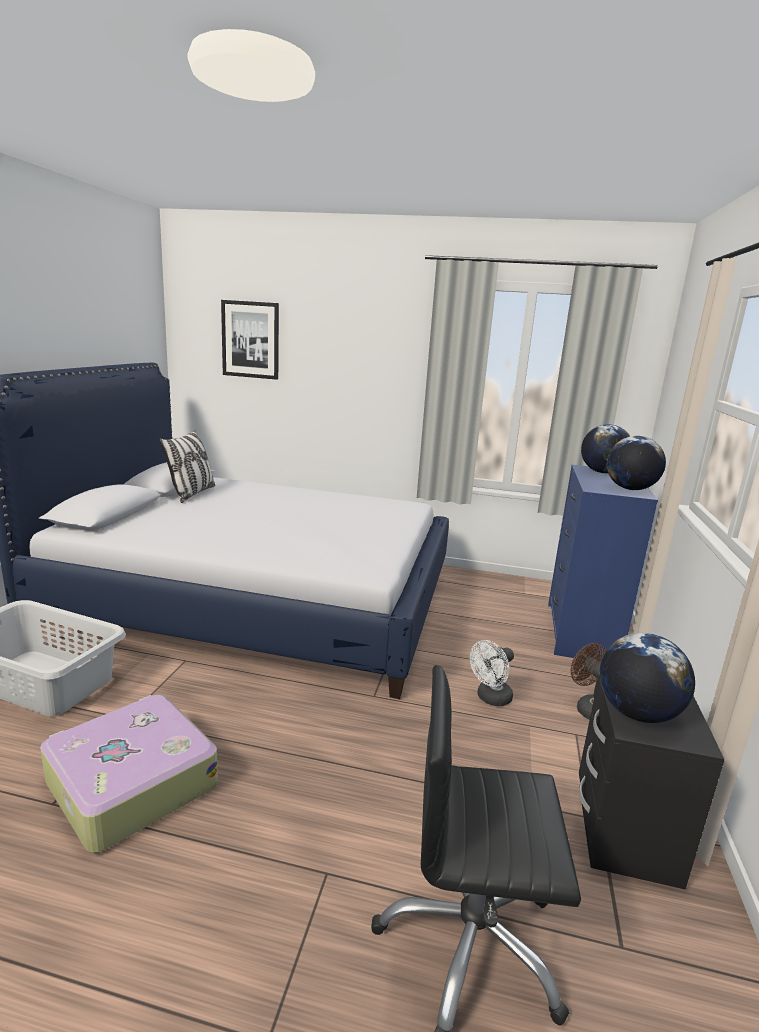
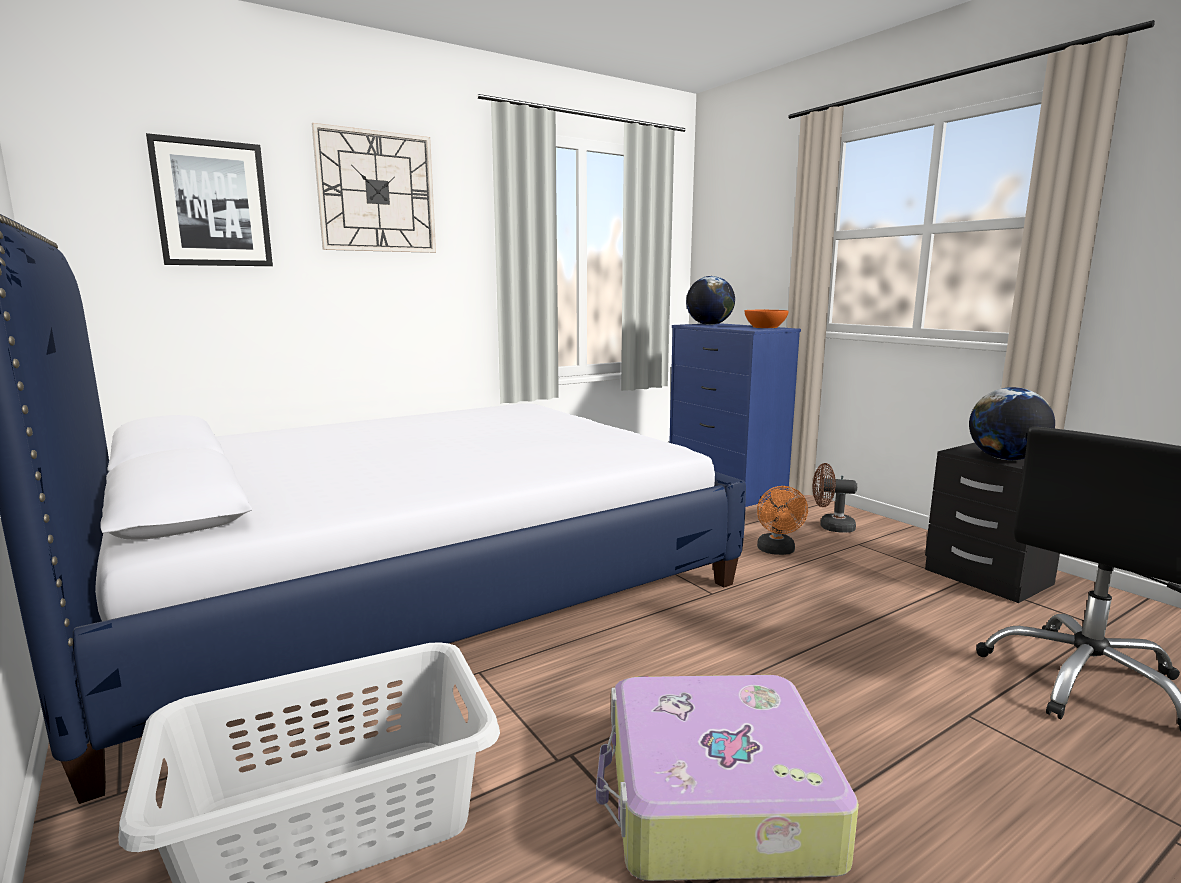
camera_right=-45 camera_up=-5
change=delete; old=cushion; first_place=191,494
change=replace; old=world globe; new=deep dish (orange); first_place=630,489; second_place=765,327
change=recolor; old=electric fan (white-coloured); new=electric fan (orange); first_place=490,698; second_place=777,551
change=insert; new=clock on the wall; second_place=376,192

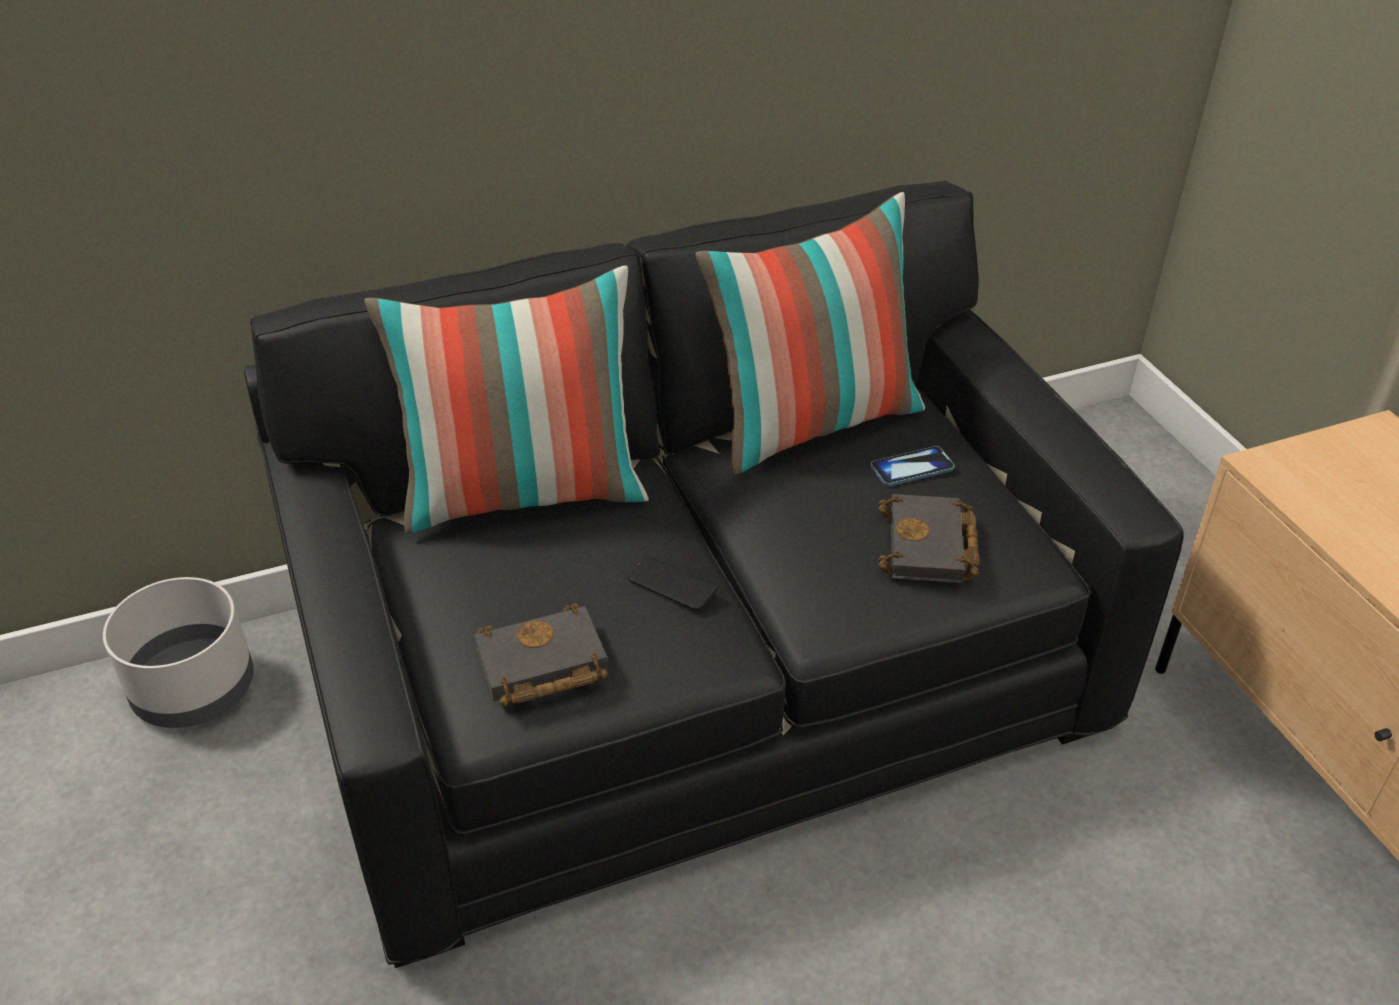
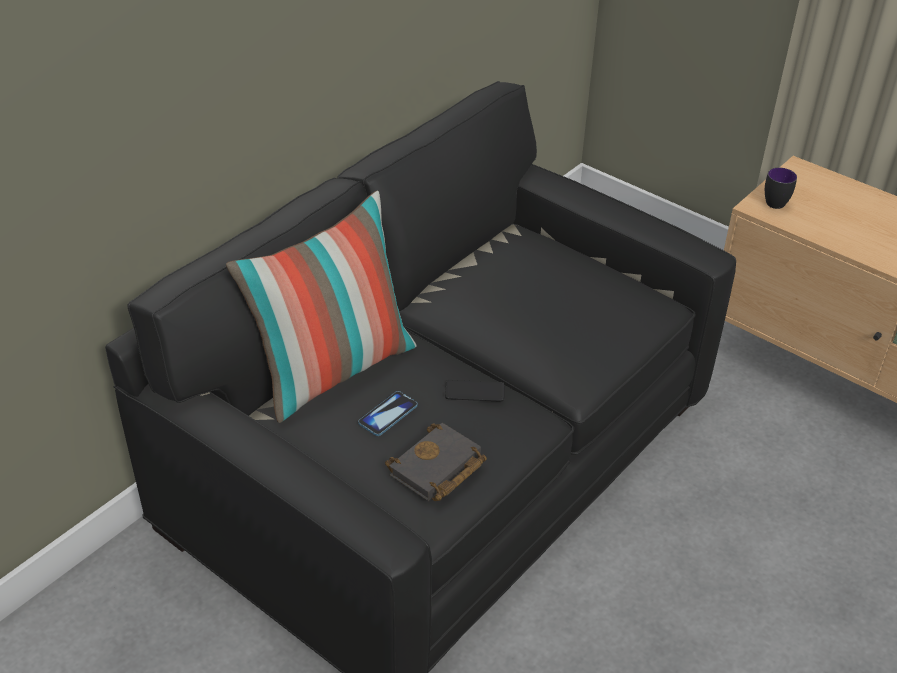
camera_right=-30 camera_up=0
change=delete; old=cushion; first_place=813,423
change=move; old=phone; first_place=912,468; second_place=388,415
change=delete; old=book (black); first_place=930,548
change=delete; old=planter (greyish); first_place=195,688
change=insert; new=mug; second_place=777,201

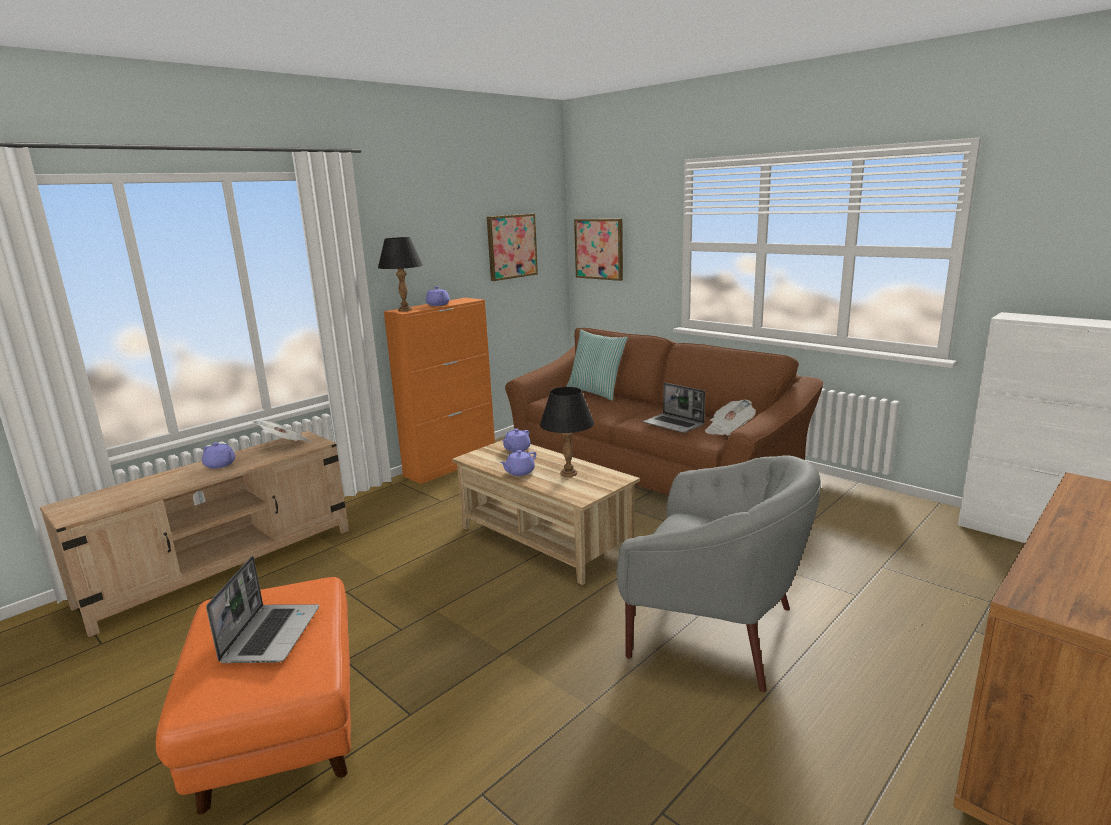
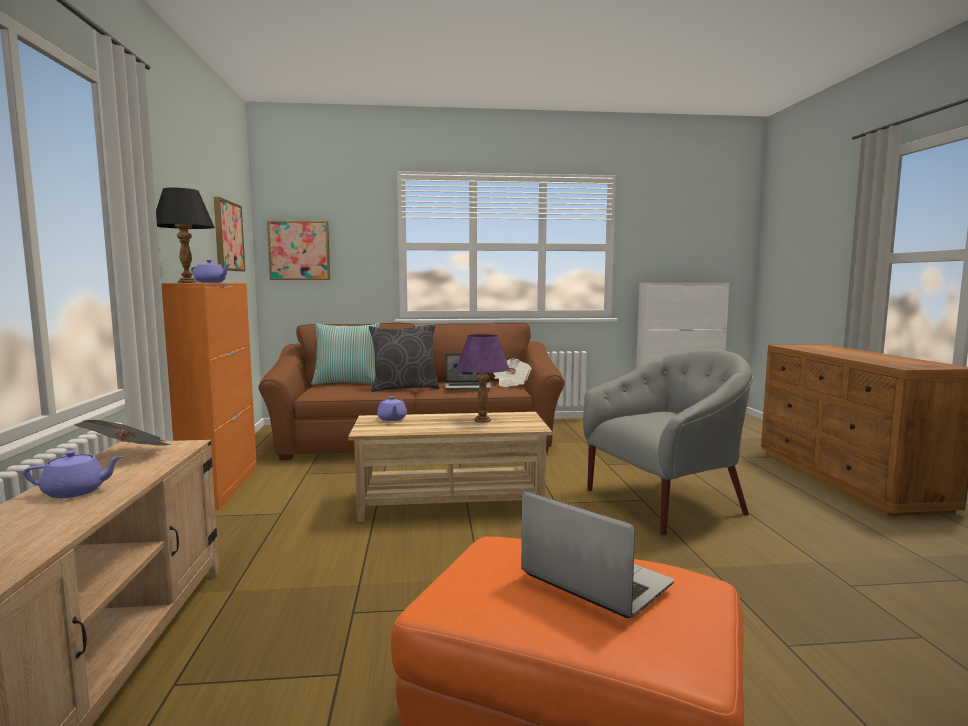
camera_right=-50 camera_up=-10
change=recolor; old=tabletop lamp (black); new=tabletop lamp (purple); first_place=569,473; second_place=482,420
change=delete; old=teapot (purple); first_place=519,472
change=insert; new=cushion (greyish); second_place=404,388

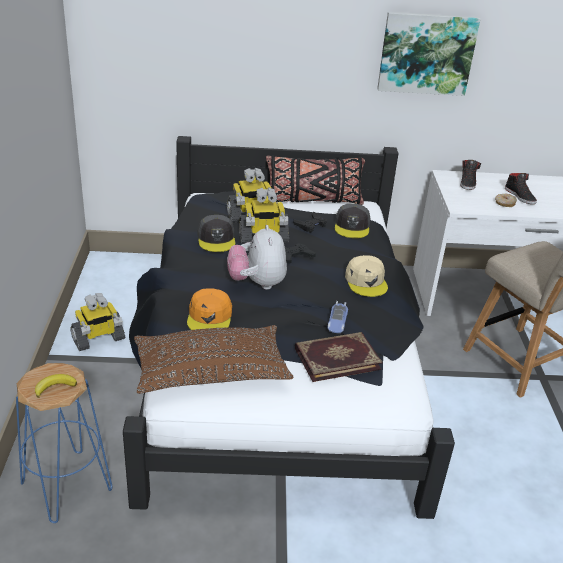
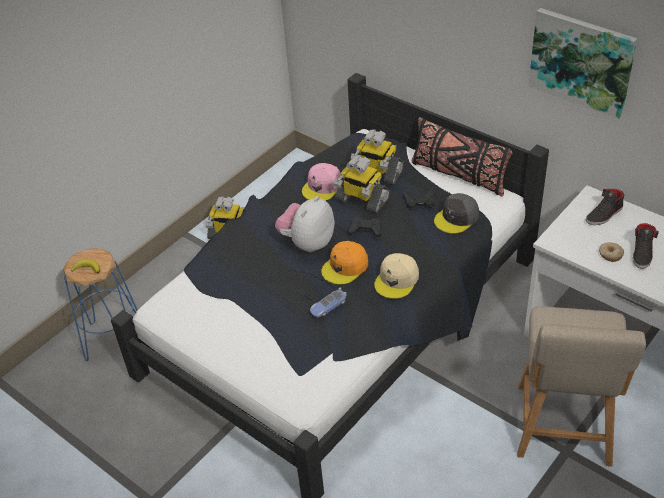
camera_right=45 camera_up=10
change=recolor; old=baseball cap (greyish); new=baseball cap (pinkish); first_place=216,239; second_place=322,187
change=move; old=baseball cap (orange); first_place=210,317; second_place=345,267
change=delete; old=cushion (brownish); first_place=211,372
change=delete; old=book; first_place=336,358

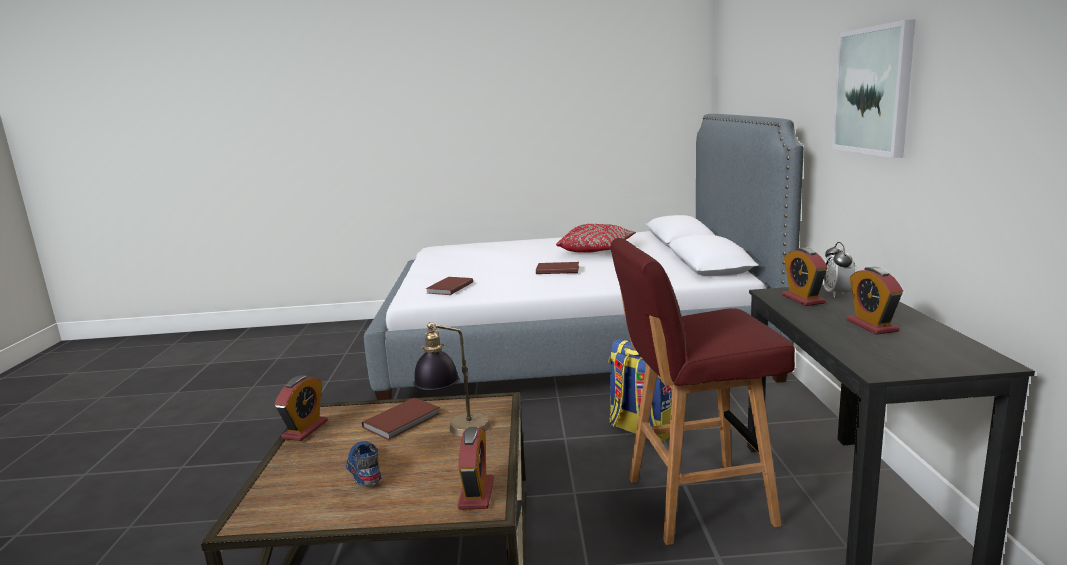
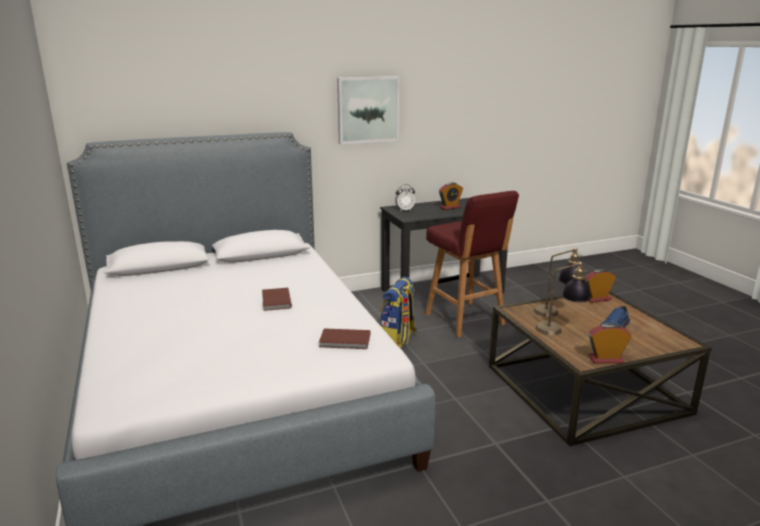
camera_right=-110 camera_up=5
change=delete; old=cushion (red-coloured); first_place=597,250
change=delete; old=alarm clock; first_place=803,299
change=replace; old=book (brownish); new=tabletop lamp; first_place=403,421; second_place=560,331

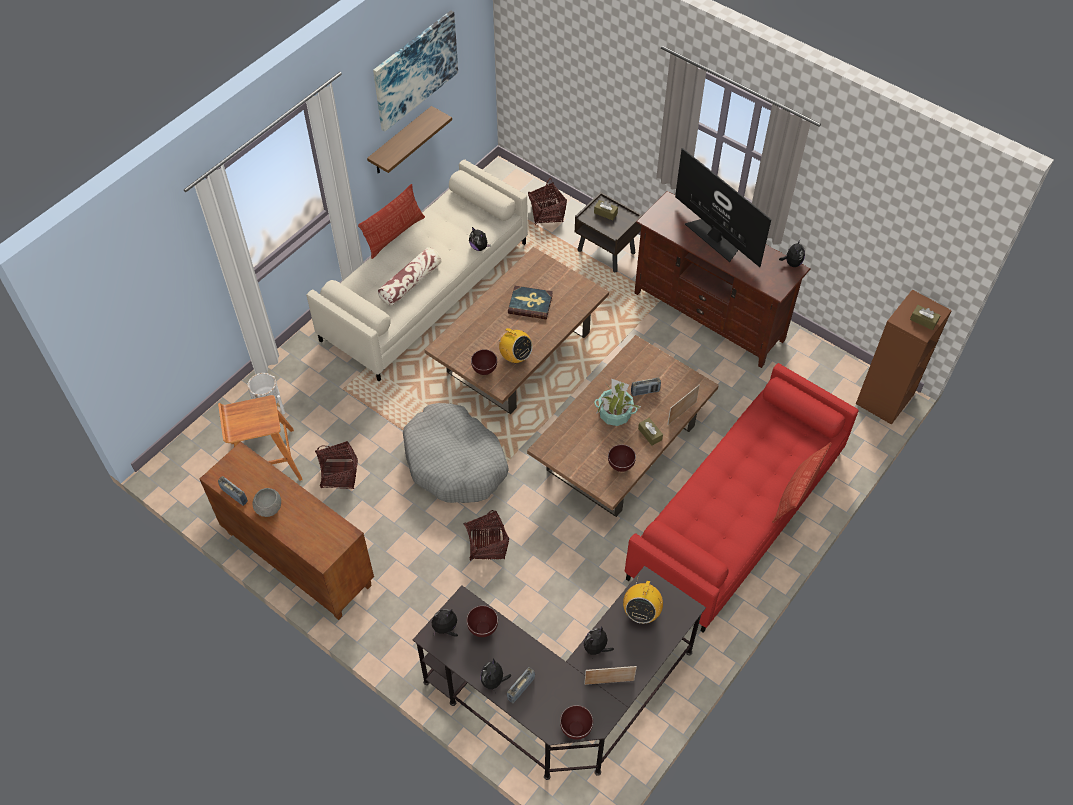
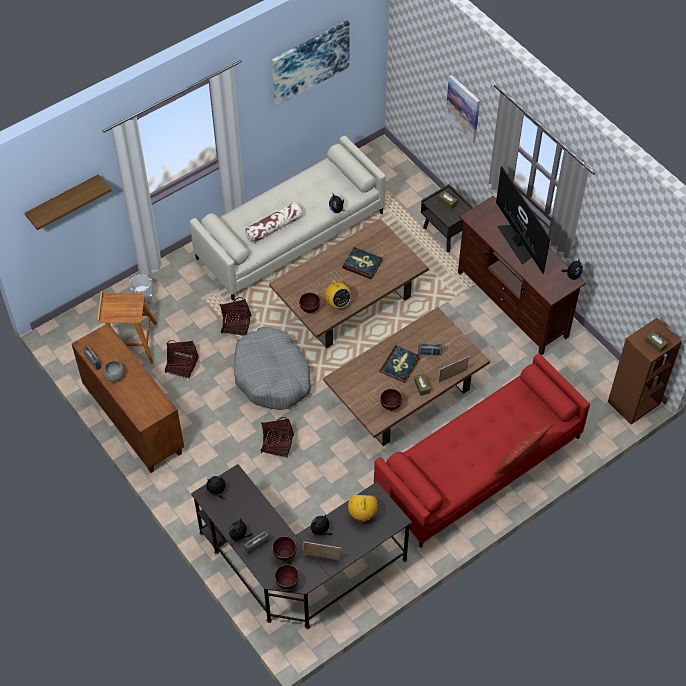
camera_right=15 camera_up=0
change=move; old=wall shelf; first_place=401,142; second_place=63,201
change=move; old=basket; first_place=547,213; second_place=236,325
change=delete; old=cushion; first_place=394,235
change=replace; old=plant in a pot; new=book; first_place=615,414; second_place=400,365
change=rotate; old=radio receiver; first_place=641,612; second_place=362,514; degrees=150
change=move; old=deep dish (brownish); first_place=483,628; second_place=285,554
change=insert; new=wall picture; second_place=463,108

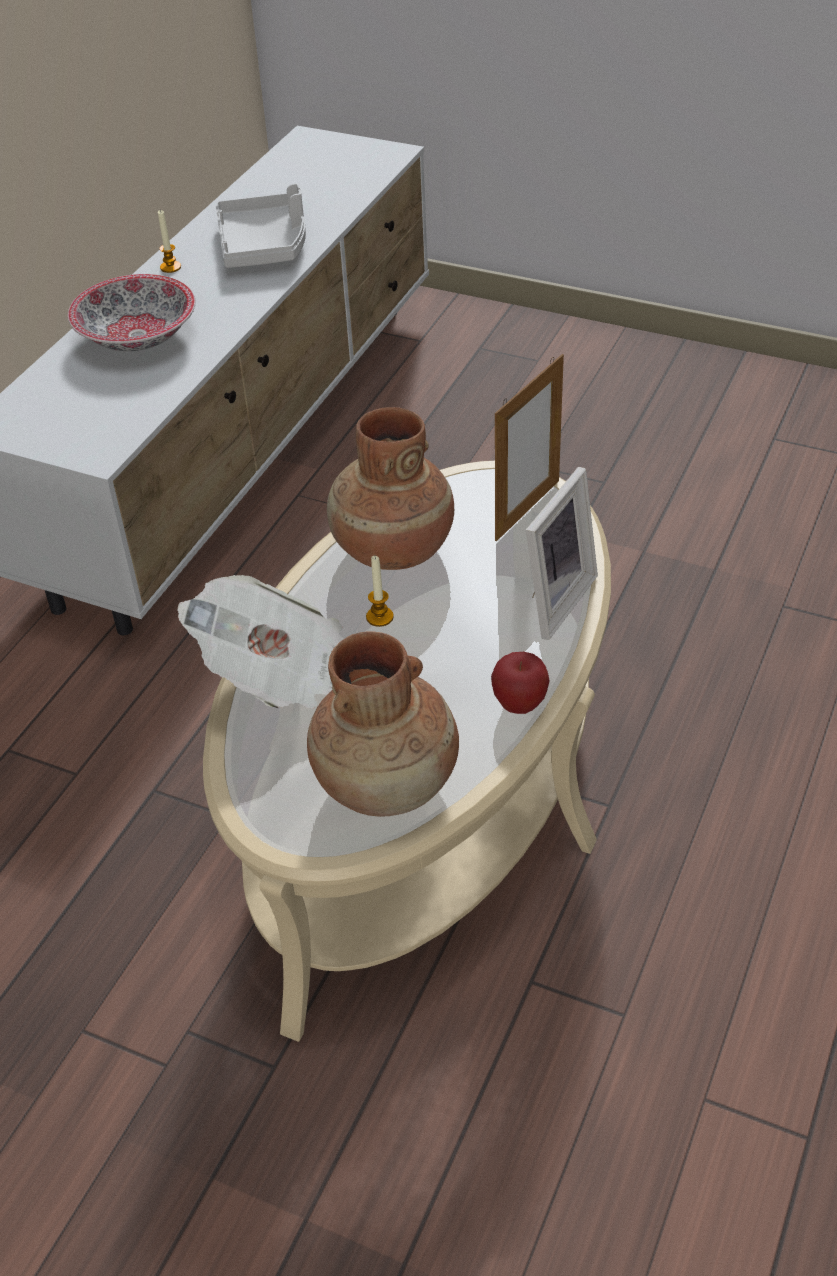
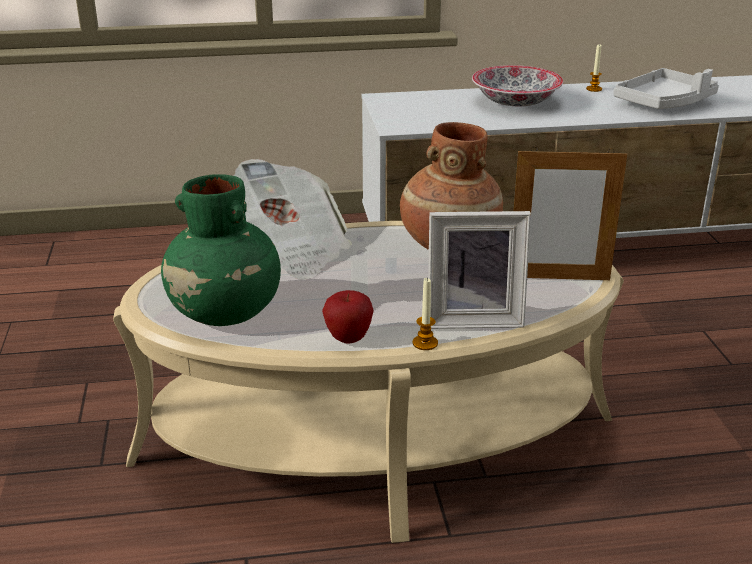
camera_right=55 camera_up=-15
change=move; old=candle; first_place=379,617; second_place=425,343
change=recolor; old=vase (brownish); new=vase (green); first_place=388,783; second_place=225,313

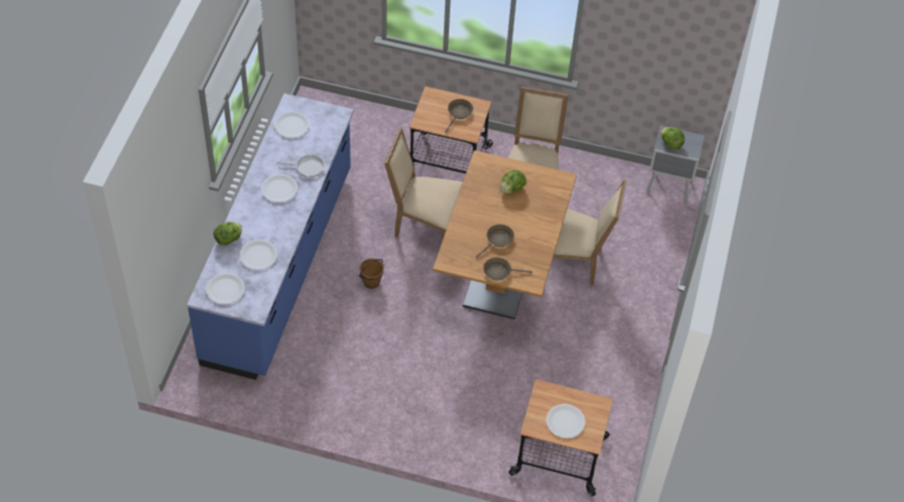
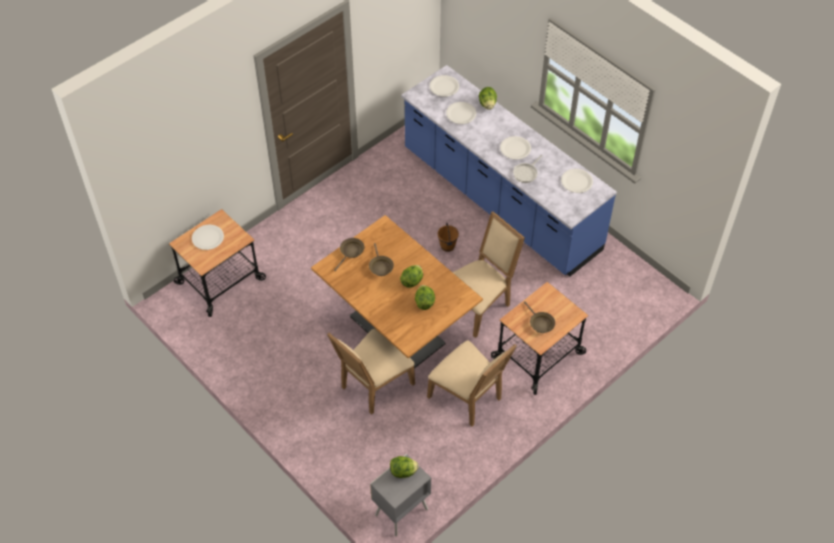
camera_right=125 camera_up=0
change=insert; new=lettuce; second_place=412,281

